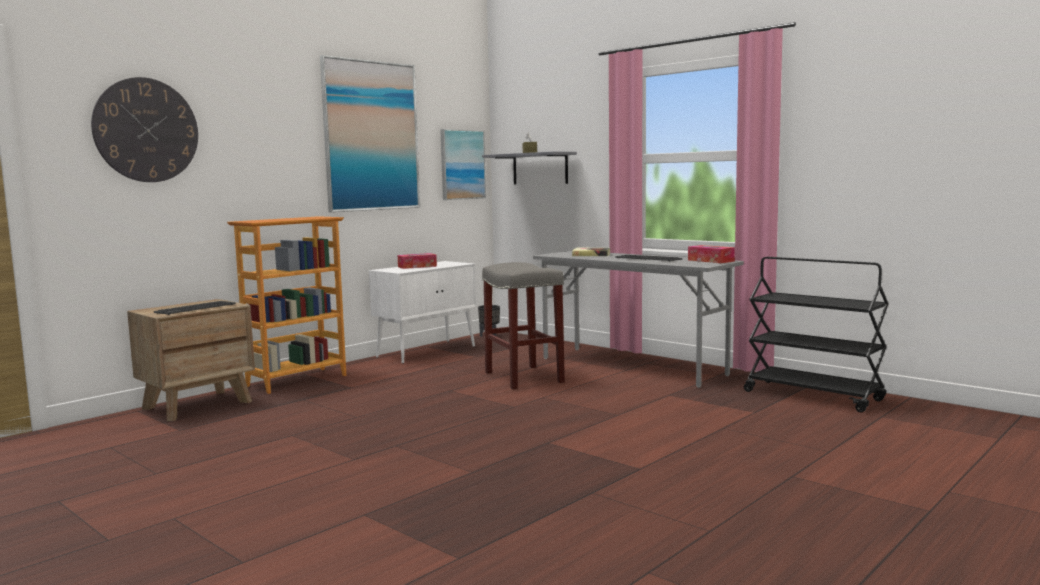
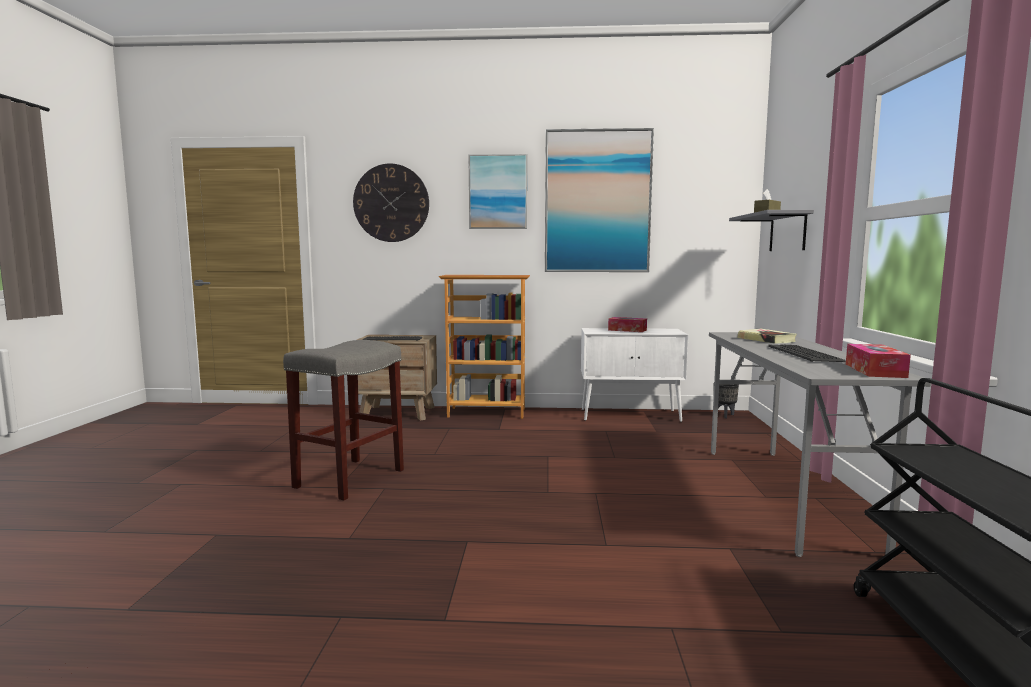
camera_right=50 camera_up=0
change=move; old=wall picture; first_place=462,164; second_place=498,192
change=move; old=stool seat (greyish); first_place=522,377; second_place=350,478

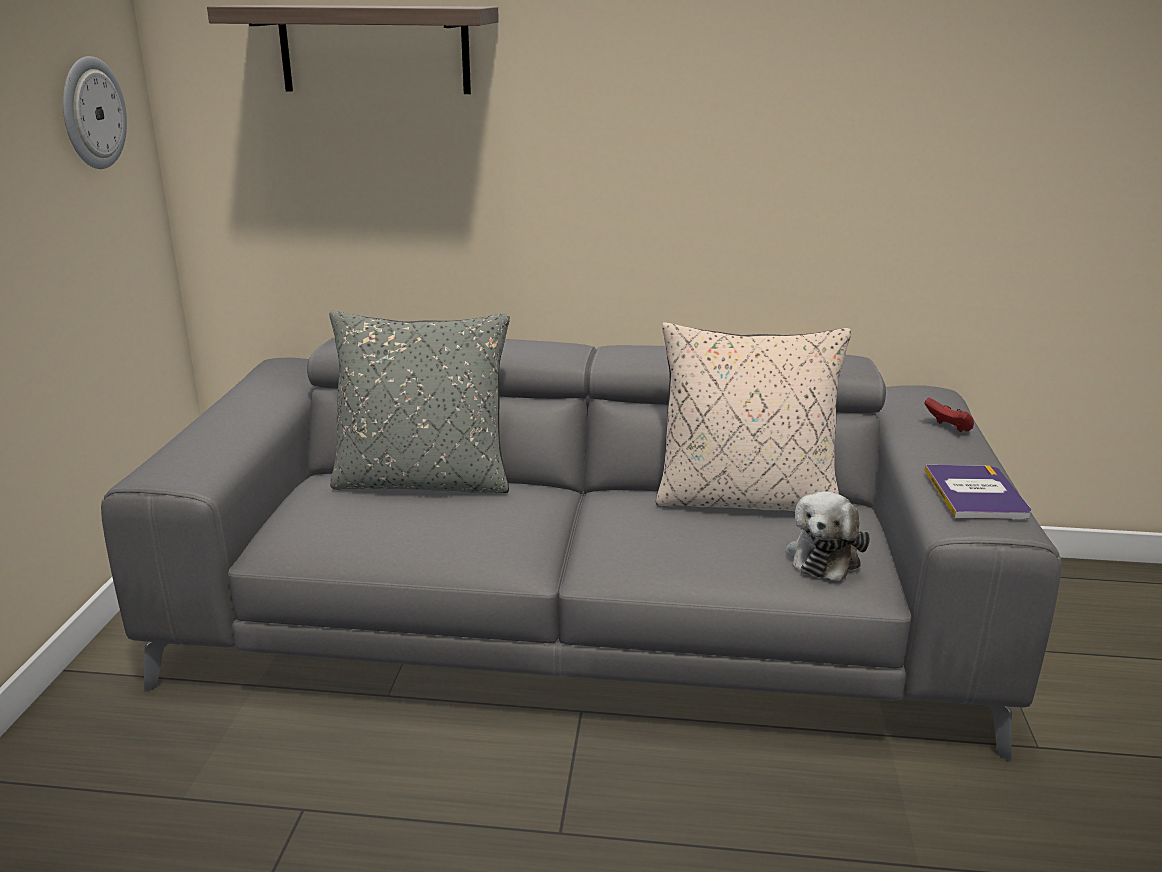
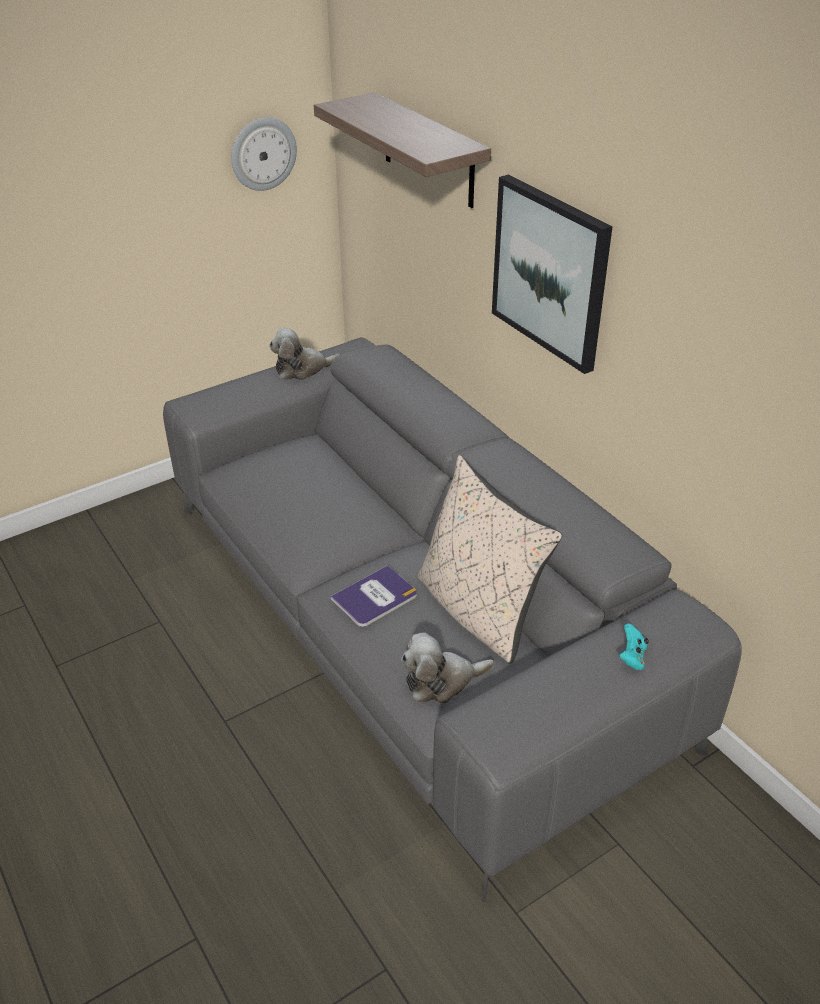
camera_right=50 camera_up=15
change=delete; old=cushion (greyish); first_place=423,481
change=recolor; old=gamepad (red-coloured); new=gamepad (turquoise); first_place=948,428; second_place=632,657
change=move; old=book; first_place=976,493; second_place=375,597
change=insert; new=wall picture; second_place=550,272
change=insert; new=plush toy; second_place=302,369

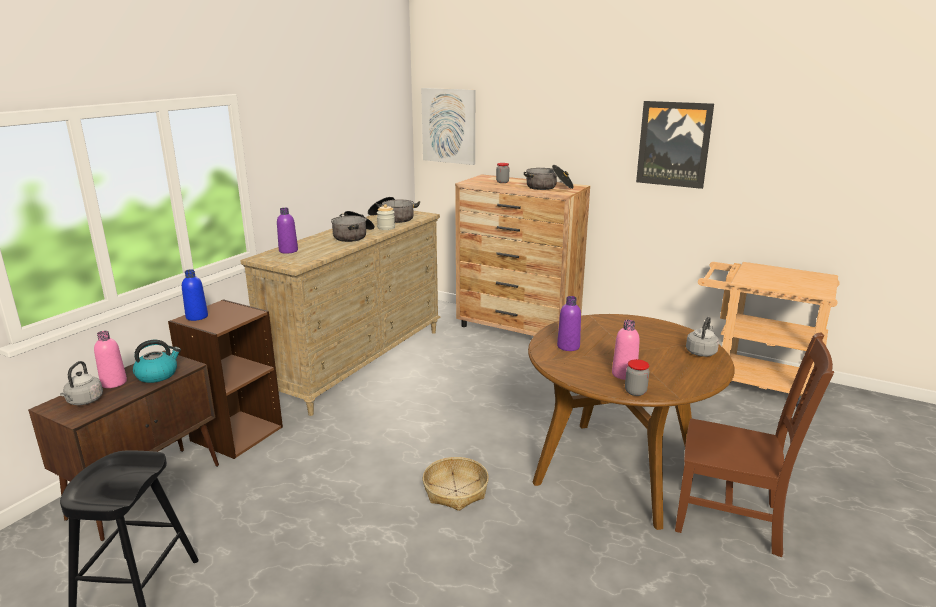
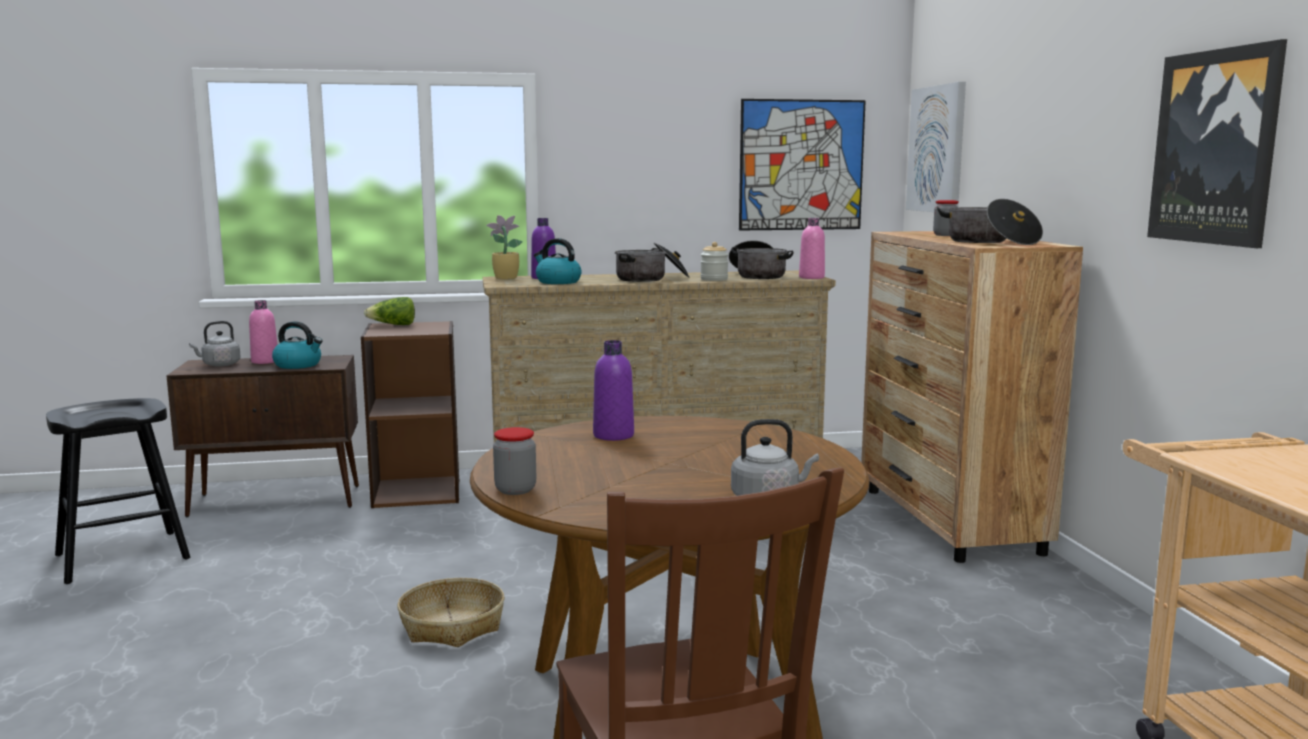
camera_right=50 camera_up=-10
change=replace; old=drink bottle (blue); new=lettuce; first_place=197,317; second_place=393,325
change=move; old=drink bottle (pinkish); first_place=624,374; second_place=811,277
change=insert; new=wall picture; second_place=801,165
change=insert; new=plant in a pot; second_place=504,278
change=insert; new=water kettle; second_place=557,282

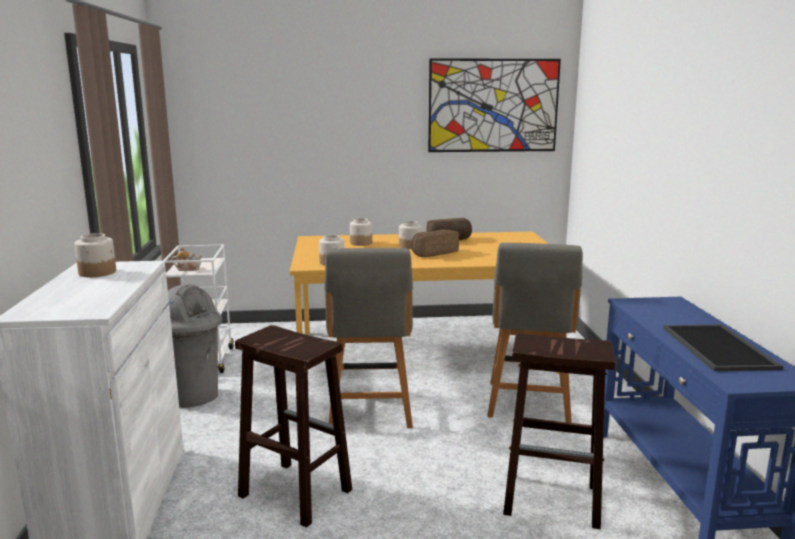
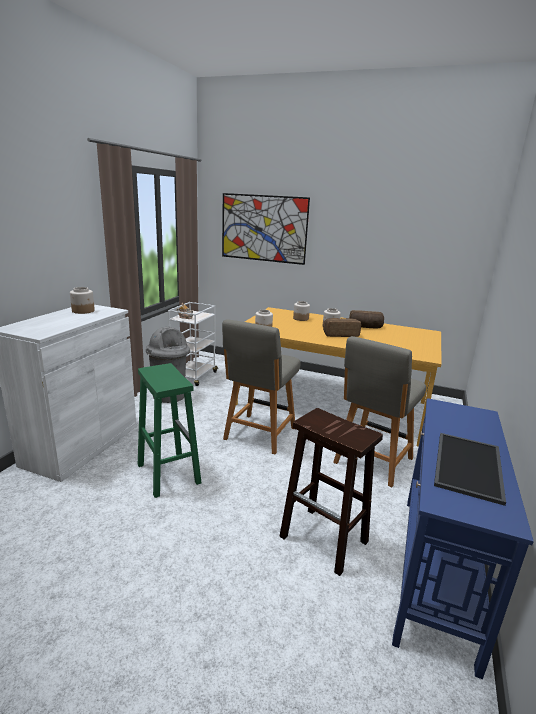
camera_right=25 camera_up=5
change=move; old=wall picture; first_place=493,105; second_place=263,228
change=recolor; old=stool seat (brownish); new=stool seat (green); first_place=293,492; second_place=168,473

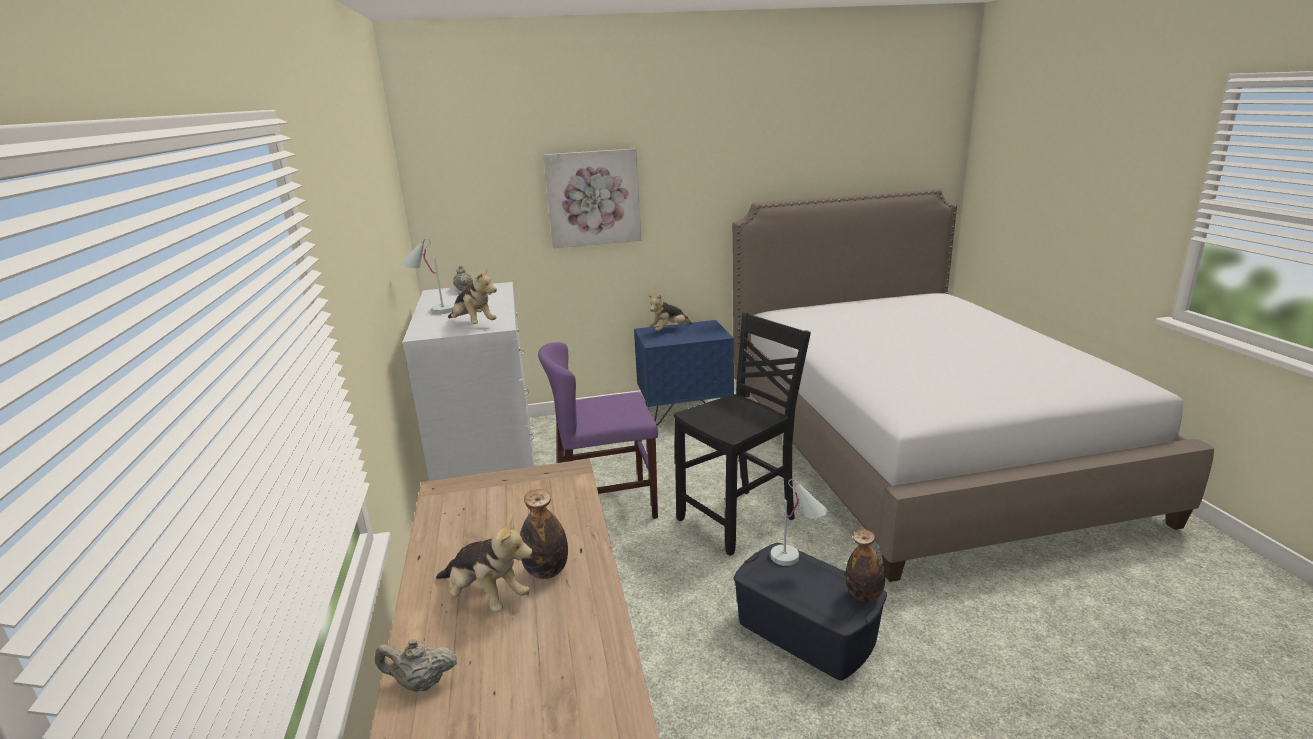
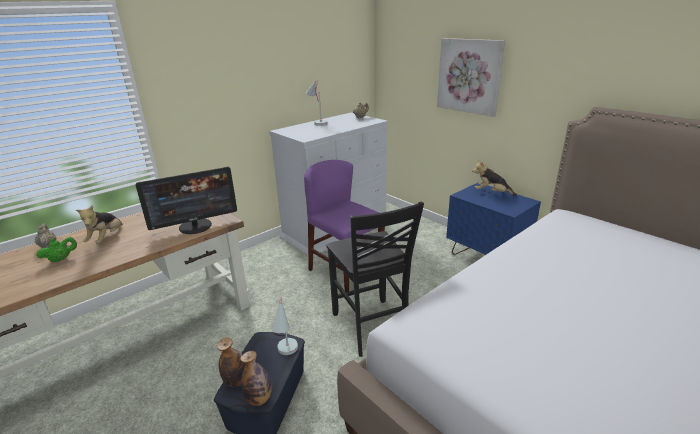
camera_right=60 camera_up=5
change=delete; old=plush toy; first_place=473,324
change=rotate; old=chair (black); first_place=739,519; second_place=371,328; degrees=45
change=move; old=drink bottle; first_place=546,572; second_place=236,381
change=insert; new=monitor; second_place=195,226
change=insert; new=teapot (green); second_place=61,259

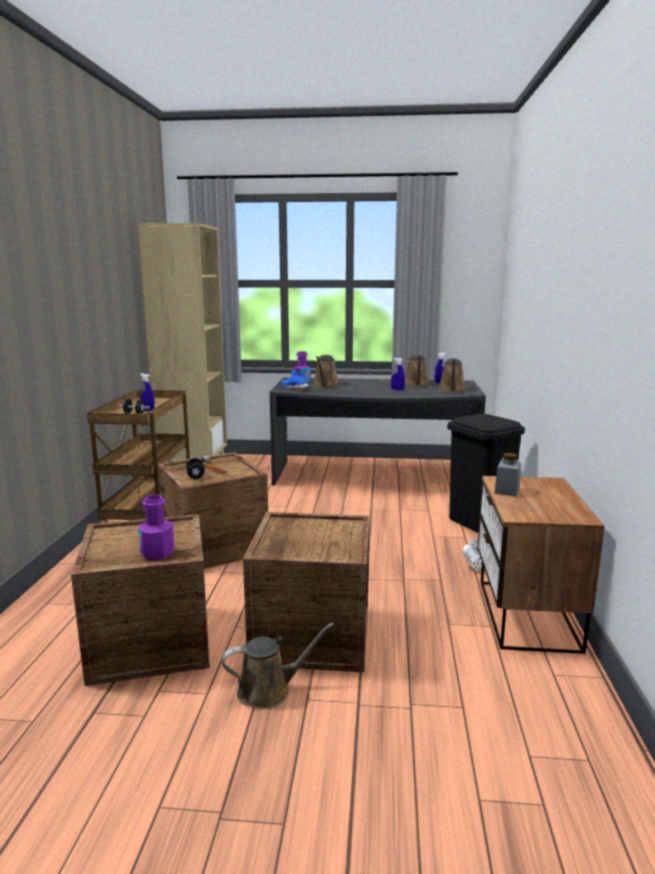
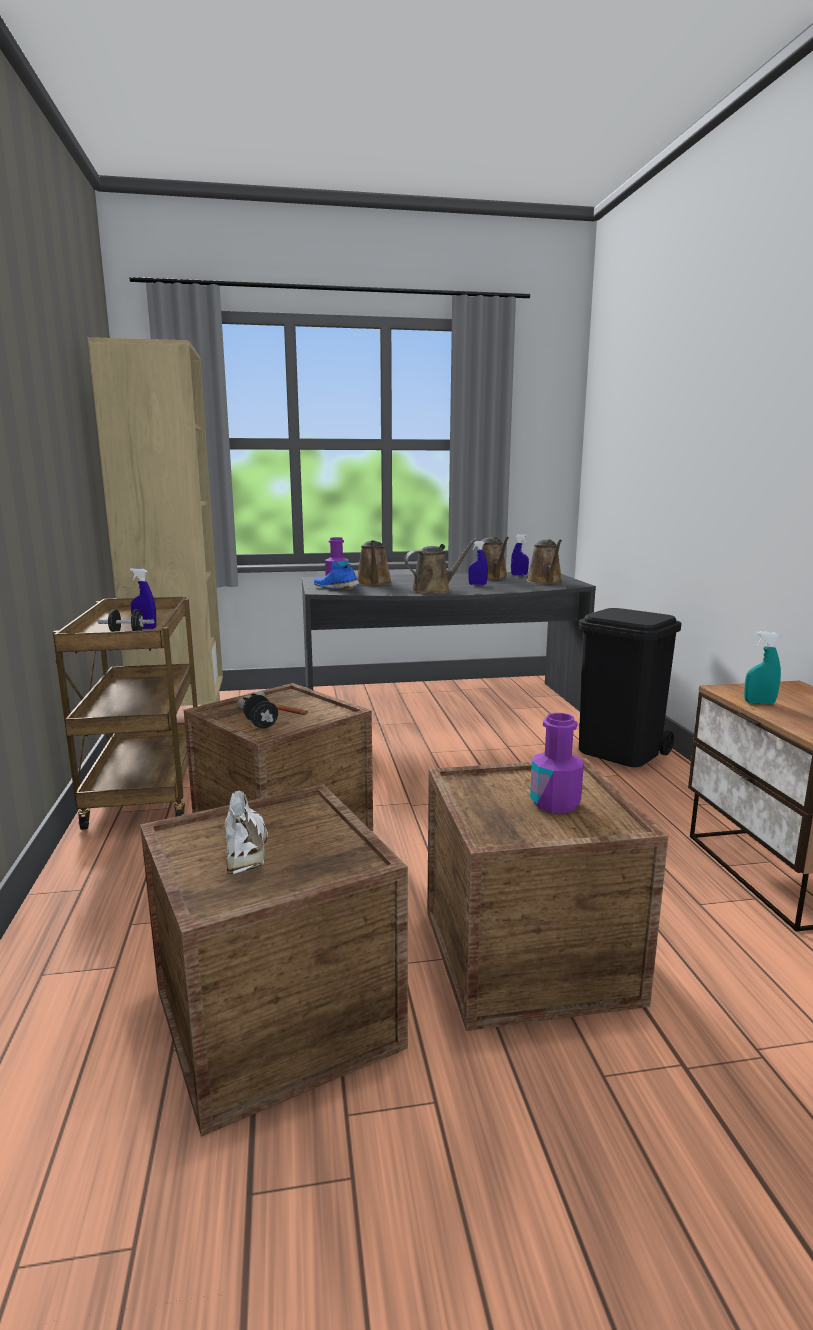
camera_right=-15 camera_up=0
change=replace; old=storage jar (greyish); new=spray bottle (turquoise); first_place=507,490; second_place=759,703
change=move; old=drink bottle (purple); first_place=157,554; second_place=555,803
change=move; old=shoe (white-coloured); first_place=474,562; second_place=246,848
change=move; old=watering can (brownish); first_place=269,690; second_place=434,590

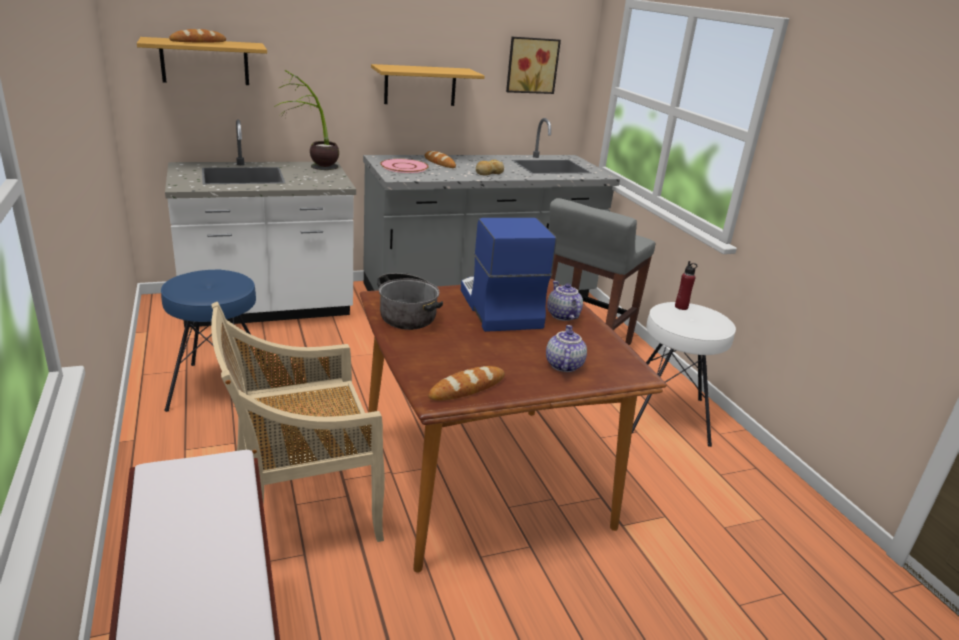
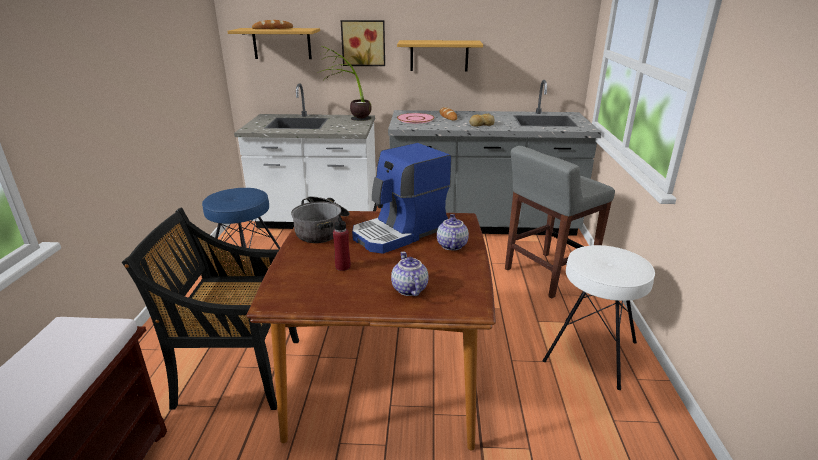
camera_right=25 camera_up=0
change=move; old=wall picture; first_place=531,65; second_place=363,43
change=rotate; old=coffee brewer; first_place=498,308; second_place=400,233; degrees=-135
change=move; old=drink bottle (red-coloured); first_place=681,307; second_place=343,267
change=recolor; old=chair (beige-coloured); new=chair (black); first_place=301,510; second_place=237,371
change=rotate; old=teapot; first_place=563,365; second_place=408,289; degrees=-45
change=delete; old=bakery bread; first_place=467,388

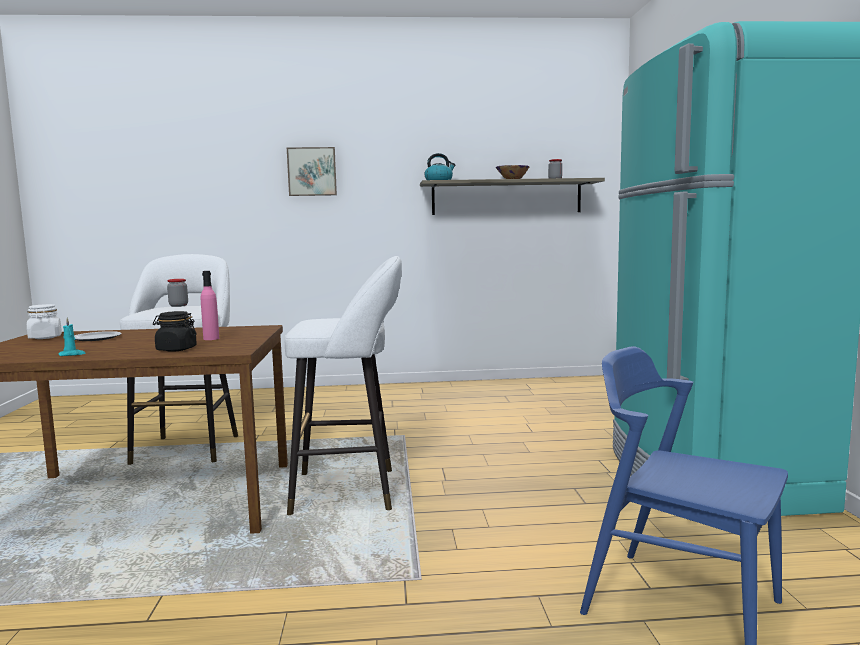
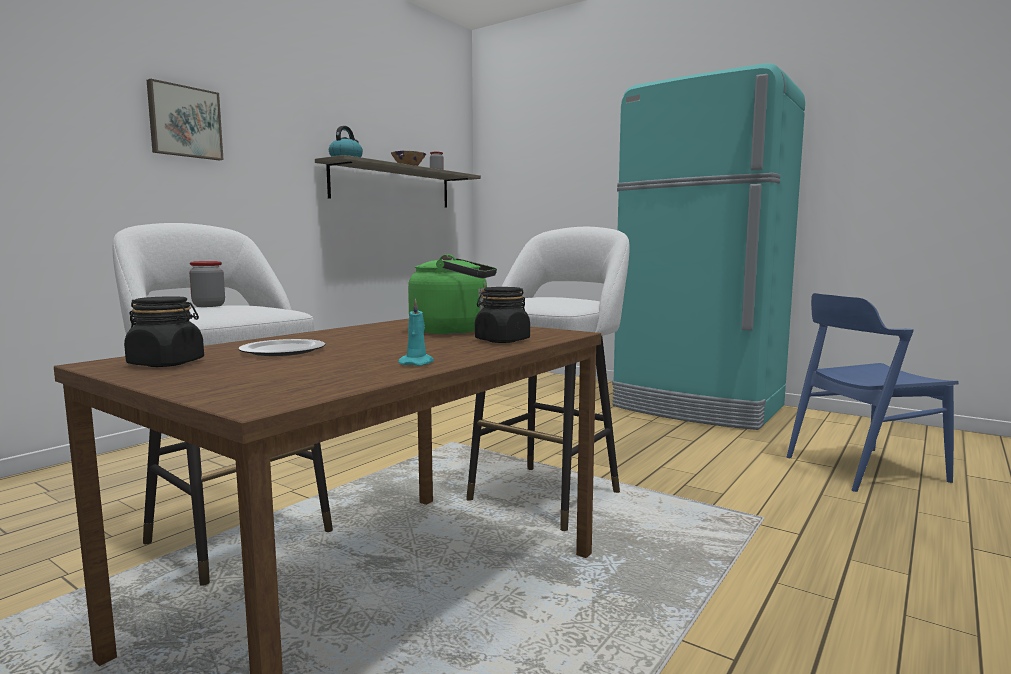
camera_right=-50 camera_up=0
change=replace; old=drink bottle (pinkish); new=water kettle (green); first_place=211,338; second_place=454,331
change=recolor; old=storage jar (white-coloured); new=storage jar (black); first_place=45,337; second_place=167,363

